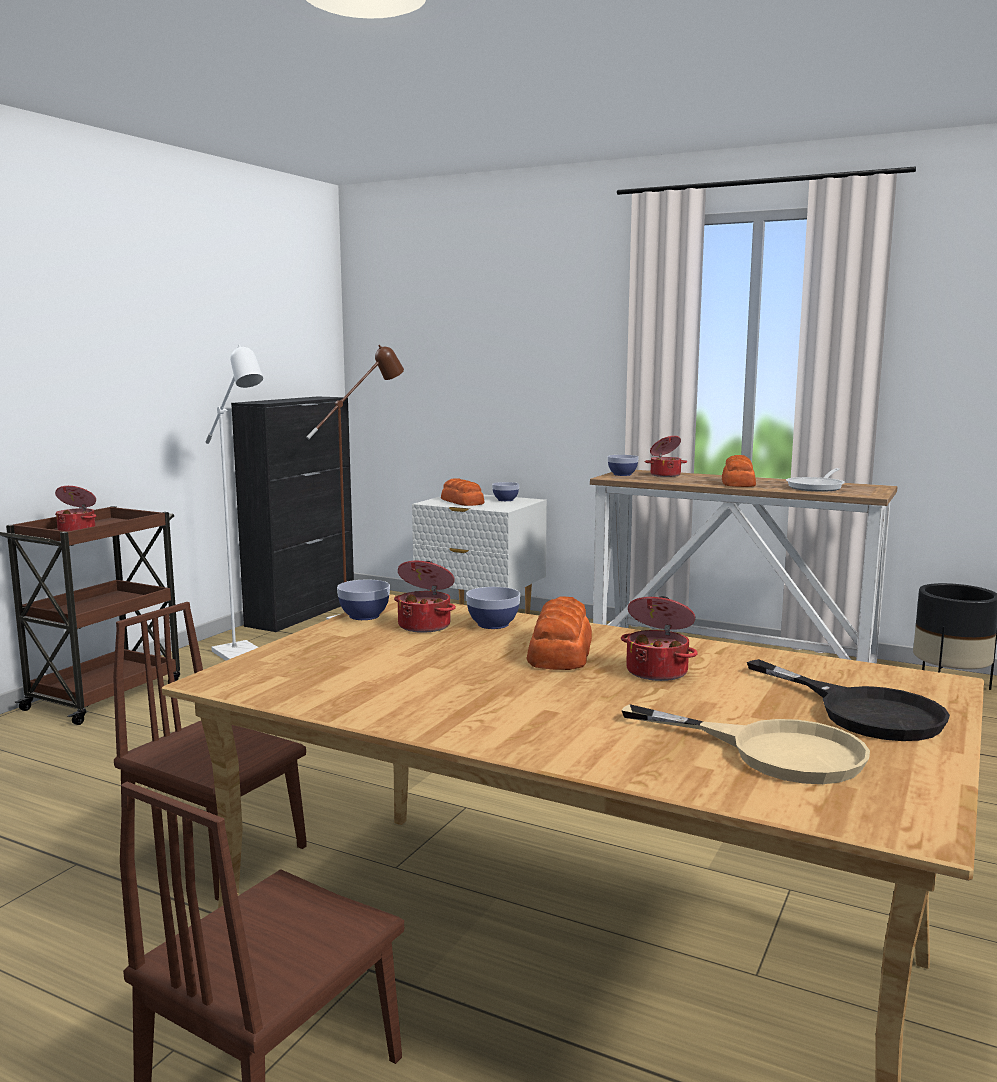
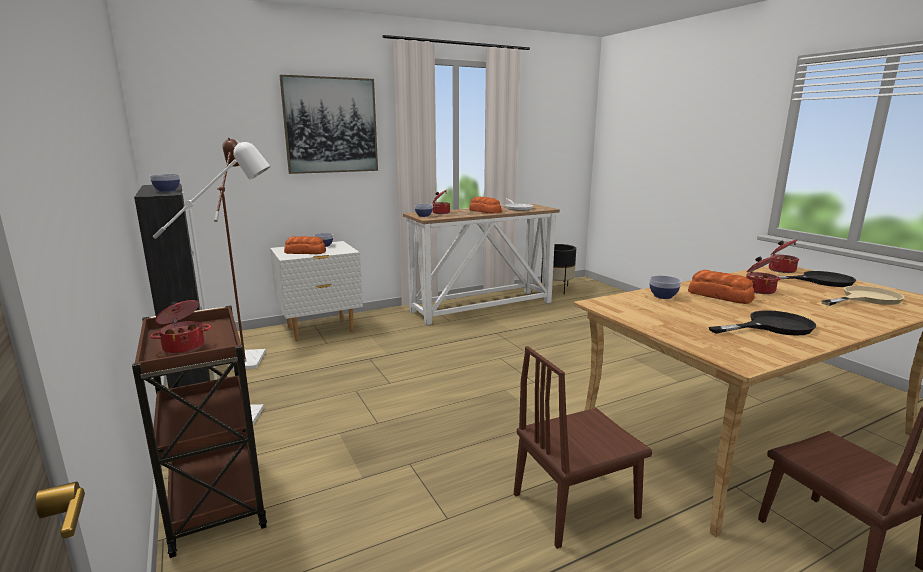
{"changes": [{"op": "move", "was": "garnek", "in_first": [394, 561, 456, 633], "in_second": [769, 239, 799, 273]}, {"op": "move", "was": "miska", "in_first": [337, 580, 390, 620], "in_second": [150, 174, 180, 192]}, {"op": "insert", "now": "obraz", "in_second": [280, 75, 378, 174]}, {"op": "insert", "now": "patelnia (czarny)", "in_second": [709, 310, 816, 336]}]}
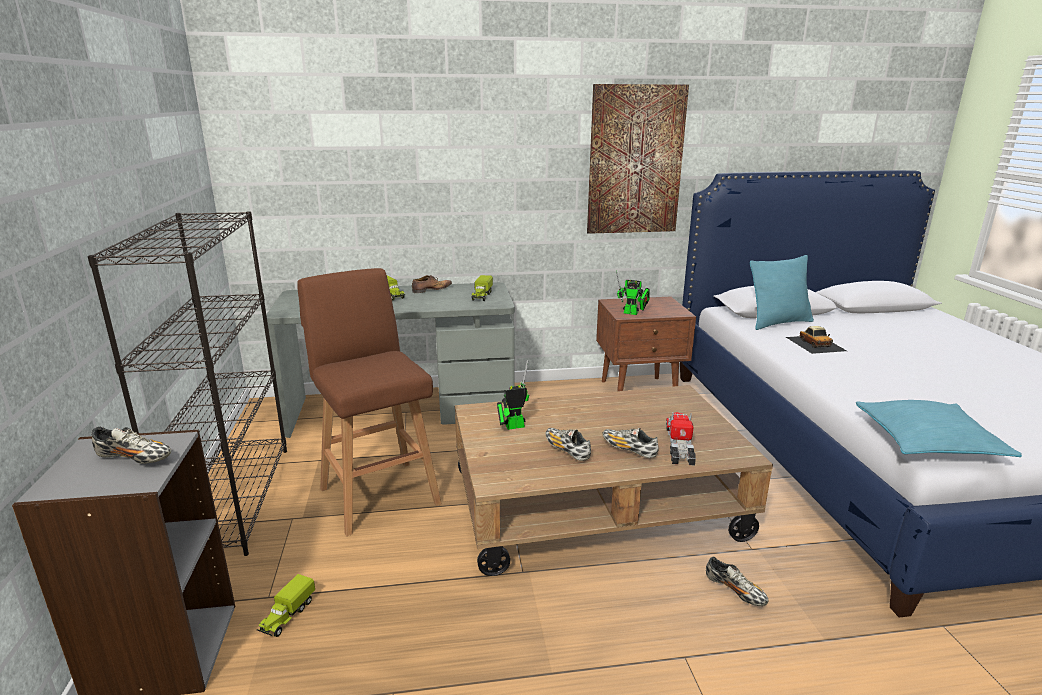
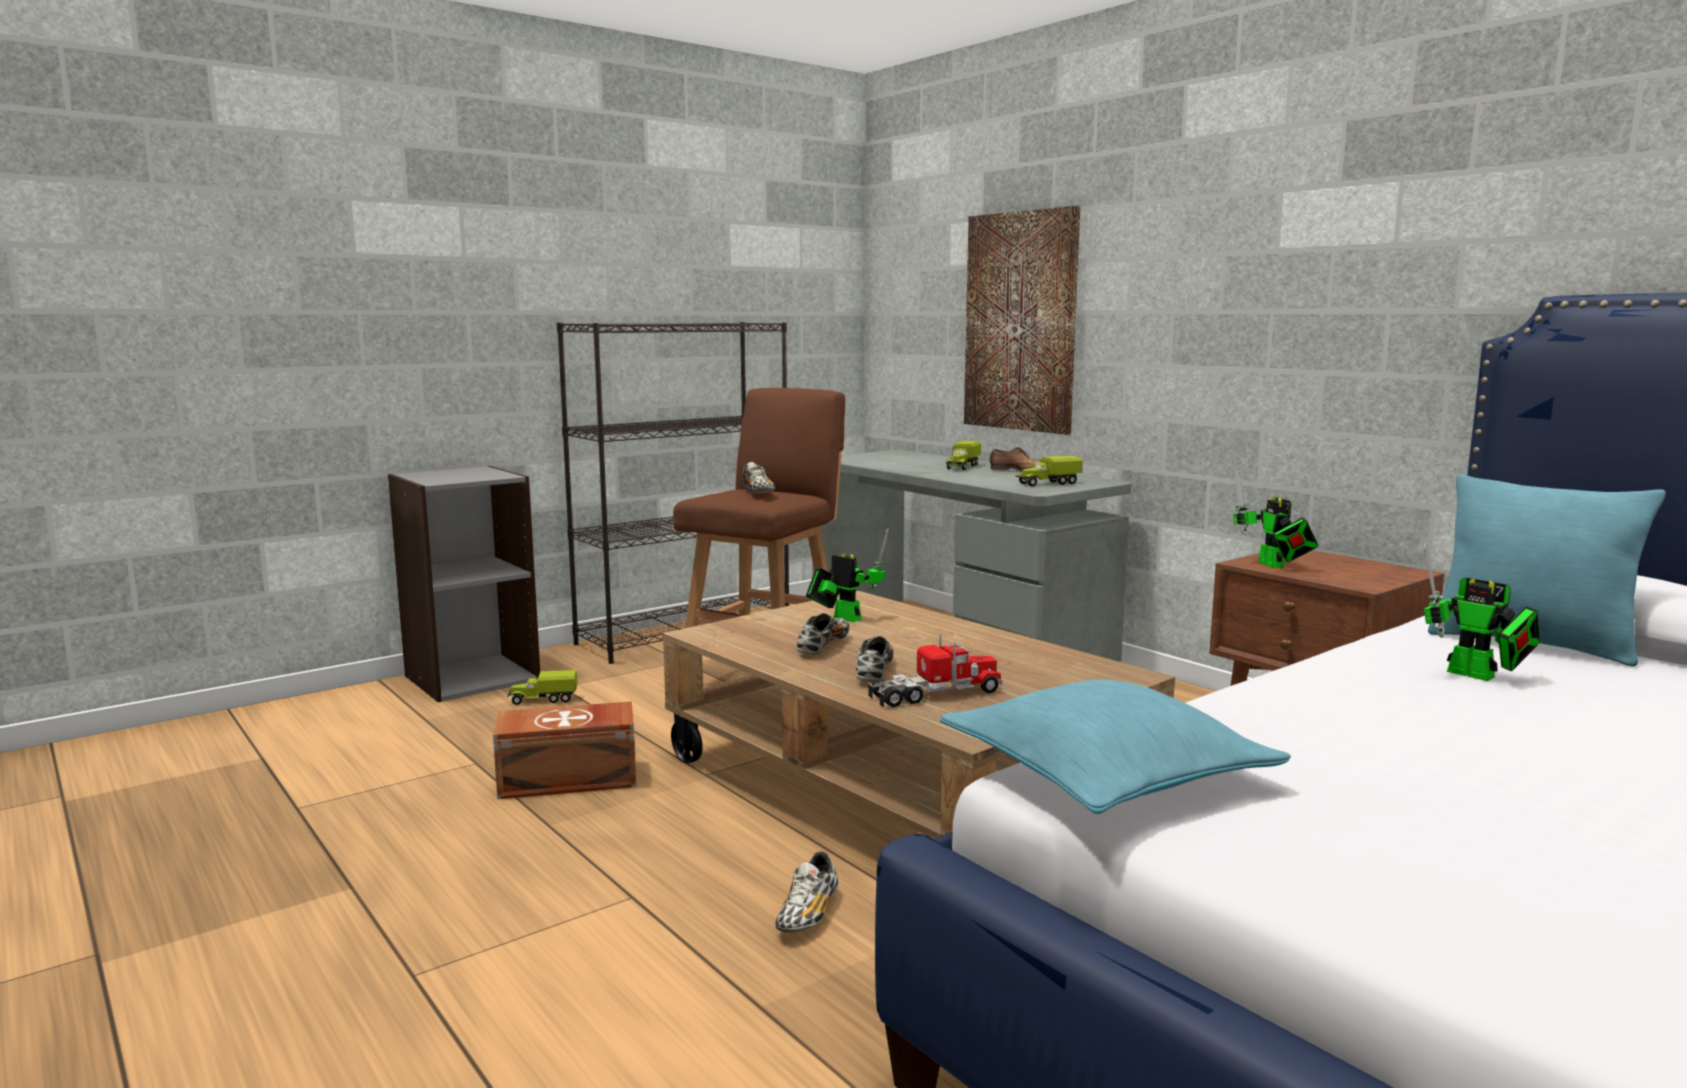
{"changes": [{"op": "move", "was": "obraz", "in_first": [587, 84, 689, 234], "in_second": [964, 206, 1080, 435]}, {"op": "replace", "was": "samochodzik", "now": "robot zabawkowy", "in_first": [786, 326, 847, 354], "in_second": [1424, 542, 1540, 681]}, {"op": "move", "was": "but", "in_first": [92, 426, 171, 464], "in_second": [742, 462, 775, 493]}, {"op": "insert", "now": "pojemnik do przechowywania (brązowy)", "in_second": [493, 701, 636, 799]}]}
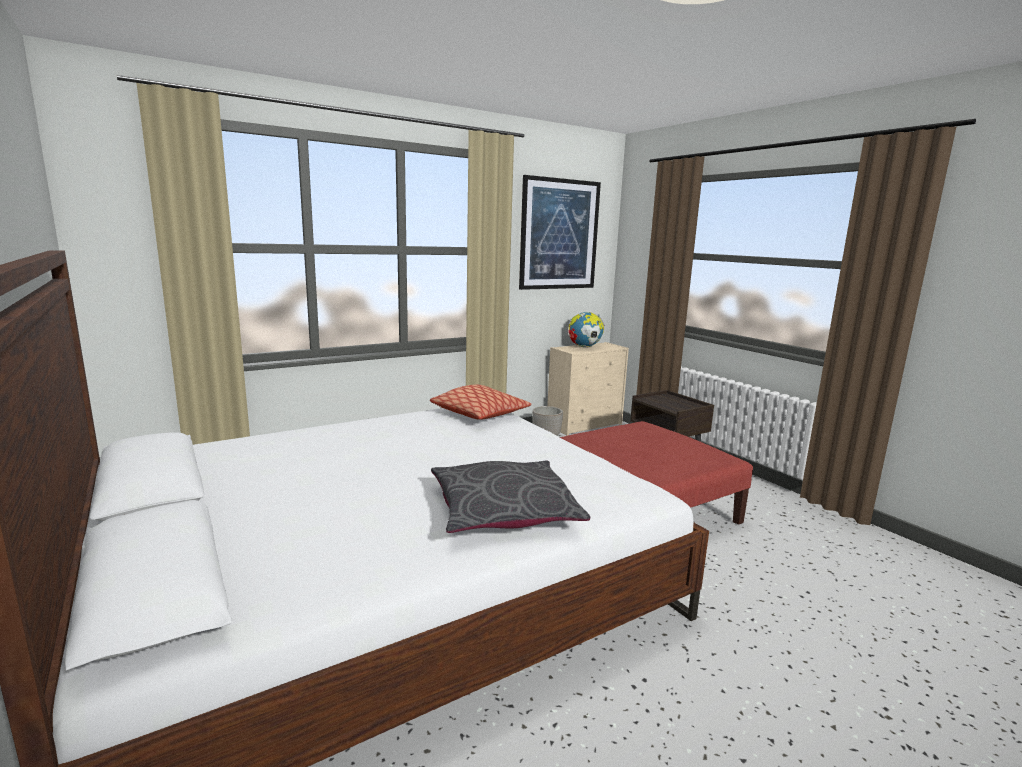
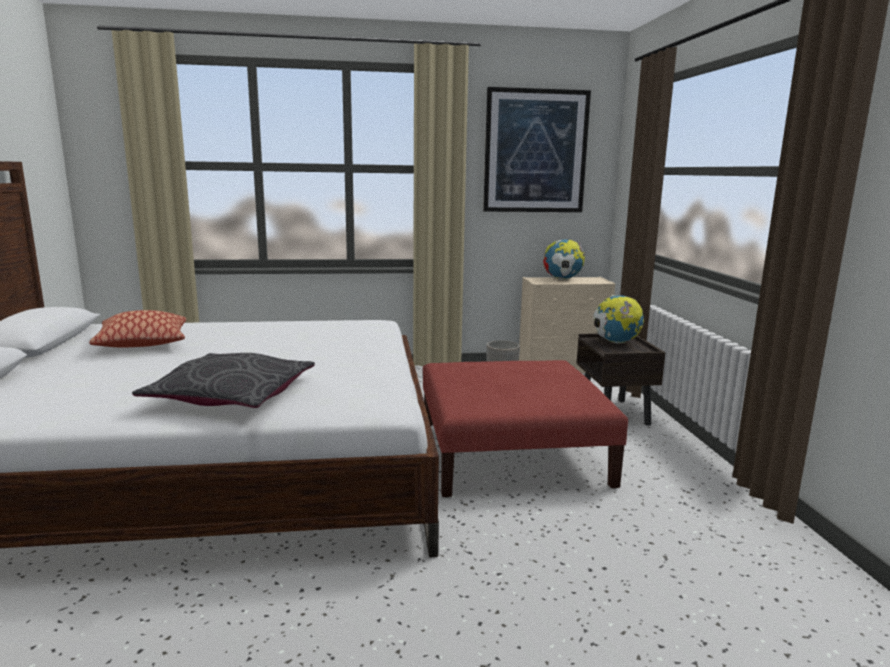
{"changes": [{"op": "move", "was": "poduszka", "in_first": [430, 385, 531, 420], "in_second": [89, 310, 186, 347]}, {"op": "insert", "now": "globus", "in_second": [593, 295, 644, 344]}]}
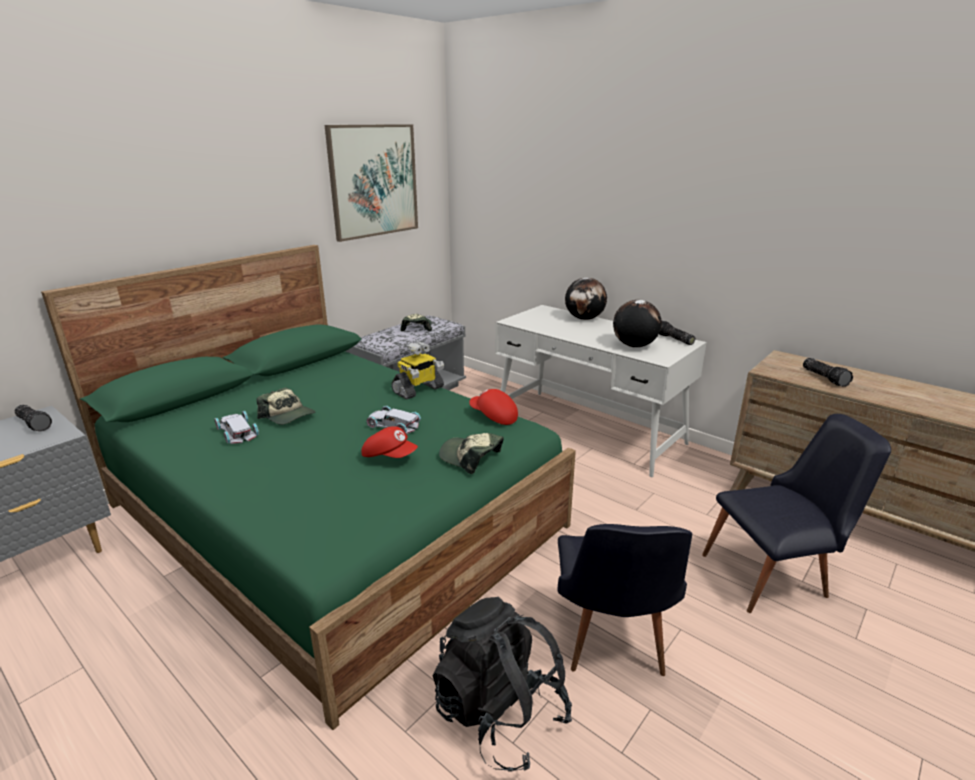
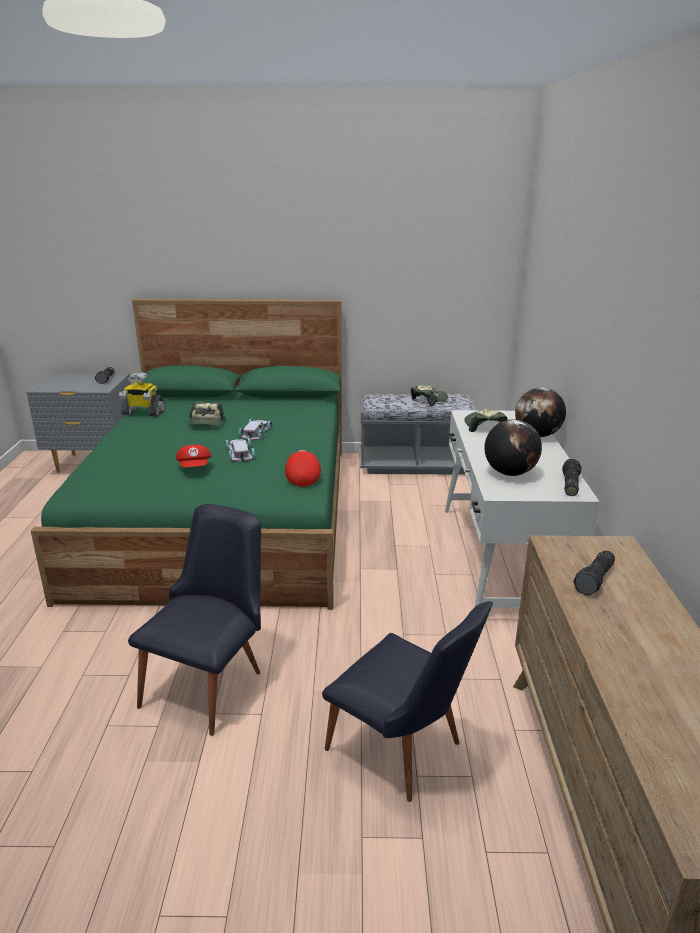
{"changes": [{"op": "delete", "was": "obraz", "in_first": [325, 124, 418, 242]}, {"op": "move", "was": "robot zabawkowy", "in_first": [391, 341, 444, 399], "in_second": [119, 372, 165, 416]}, {"op": "move", "was": "samochodzik (biały)", "in_first": [214, 411, 259, 444], "in_second": [239, 419, 273, 440]}, {"op": "move", "was": "czapka z daszkiem", "in_first": [439, 433, 504, 474], "in_second": [464, 409, 507, 432]}, {"op": "rotate", "was": "krzesło (czarny)", "in_first": [557, 524, 692, 676], "in_second": [128, 504, 261, 736], "clockwise": 150}, {"op": "delete", "was": "plecak (czarny)", "in_first": [433, 597, 572, 772]}]}
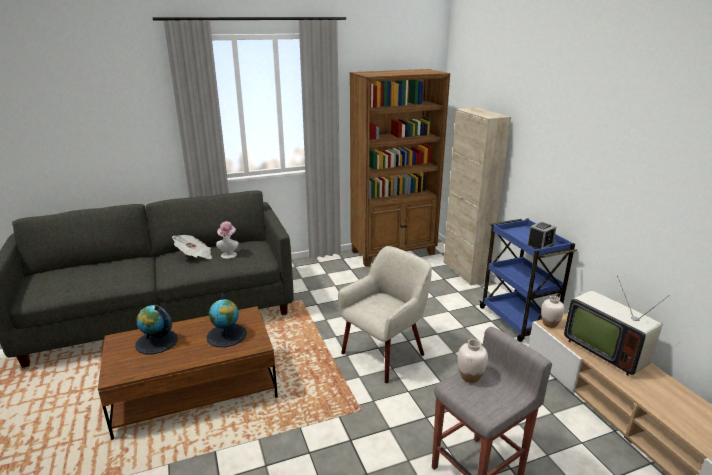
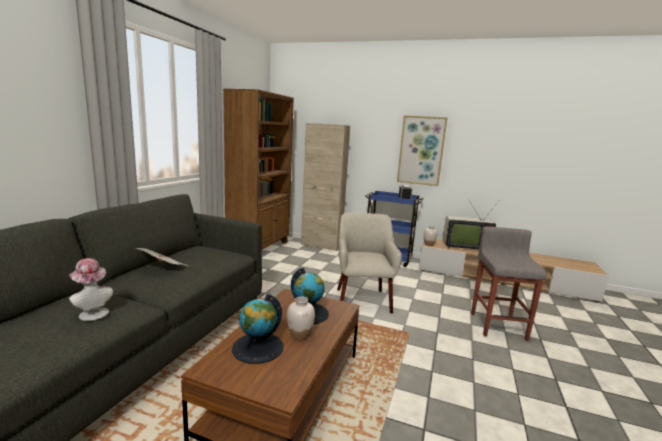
{"changes": [{"op": "move", "was": "kapelusz", "in_first": [216, 221, 239, 259], "in_second": [69, 258, 113, 321]}, {"op": "move", "was": "wazon (biały)", "in_first": [458, 339, 488, 383], "in_second": [287, 297, 315, 340]}, {"op": "insert", "now": "obraz", "in_second": [397, 115, 448, 186]}]}
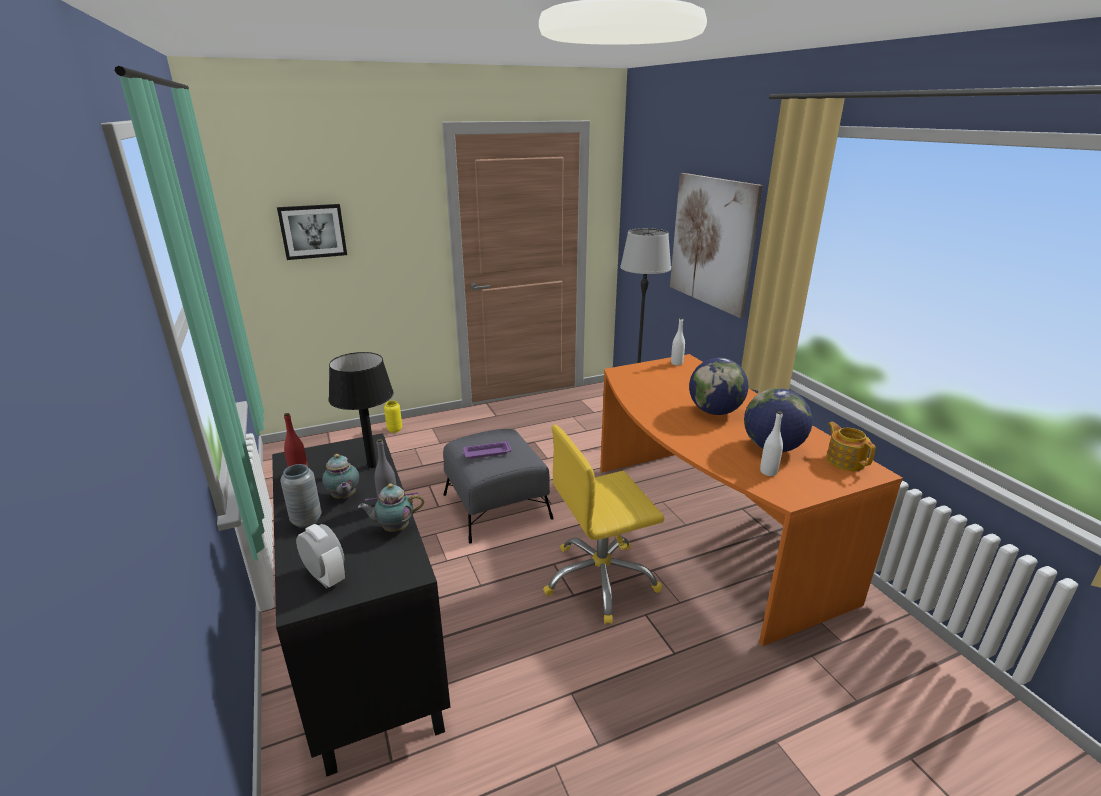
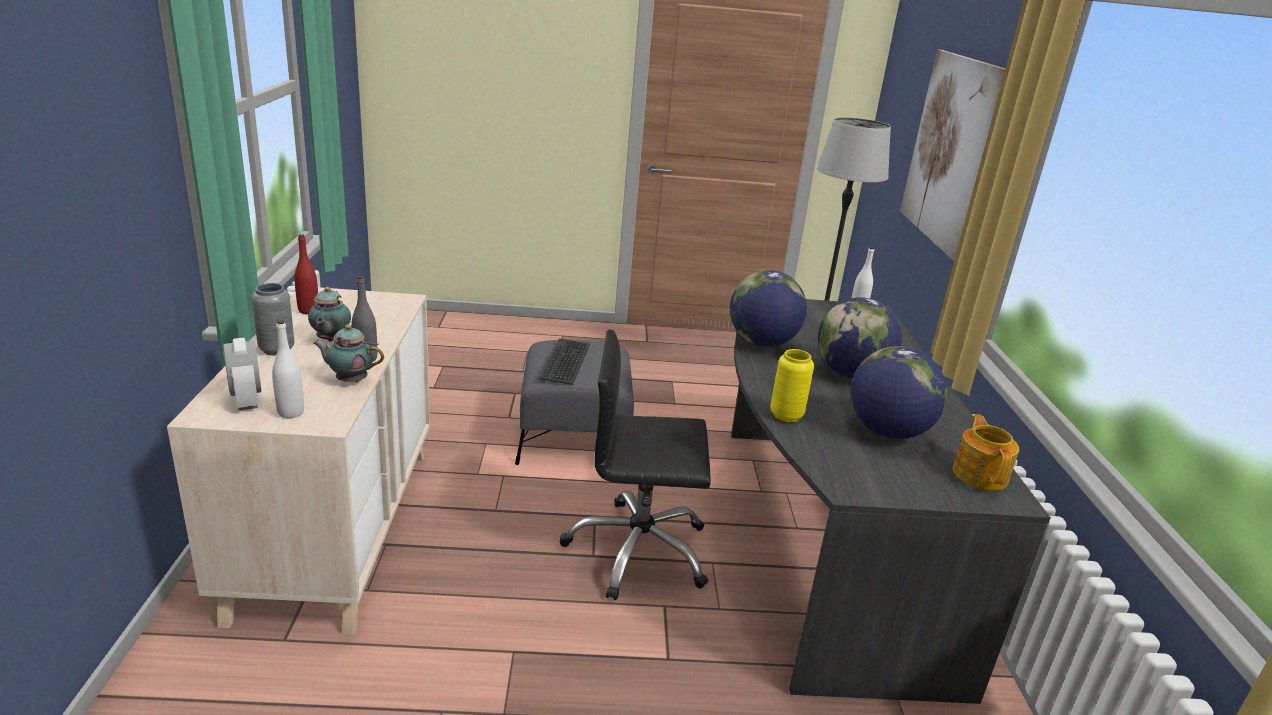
{"changes": [{"op": "delete", "was": "obraz", "in_first": [277, 204, 347, 260]}, {"op": "delete", "was": "lampa stołowa (czarny)", "in_first": [328, 352, 394, 468]}, {"op": "recolor", "was": "biurko (pomarańczowy)", "now": "biurko (szary)", "in_first": [600, 354, 903, 646], "in_second": [731, 299, 1051, 704]}, {"op": "move", "was": "wazon (żółty)", "in_first": [384, 401, 402, 433], "in_second": [770, 349, 814, 422]}, {"op": "move", "was": "butelka (biały)", "in_first": [760, 411, 783, 476], "in_second": [272, 320, 304, 418]}, {"op": "recolor", "was": "krzesło biurowe (żółty)", "now": "krzesło biurowe (czarny)", "in_first": [543, 425, 664, 624], "in_second": [560, 329, 711, 600]}, {"op": "recolor", "was": "komoda (czarny)", "now": "komoda (beżowy)", "in_first": [272, 433, 450, 777], "in_second": [167, 287, 430, 635]}, {"op": "replace", "was": "taca (fioletowy)", "now": "klawiatura", "in_first": [462, 441, 512, 459], "in_second": [539, 338, 590, 385]}, {"op": "insert", "now": "globus", "in_second": [730, 270, 807, 347]}]}
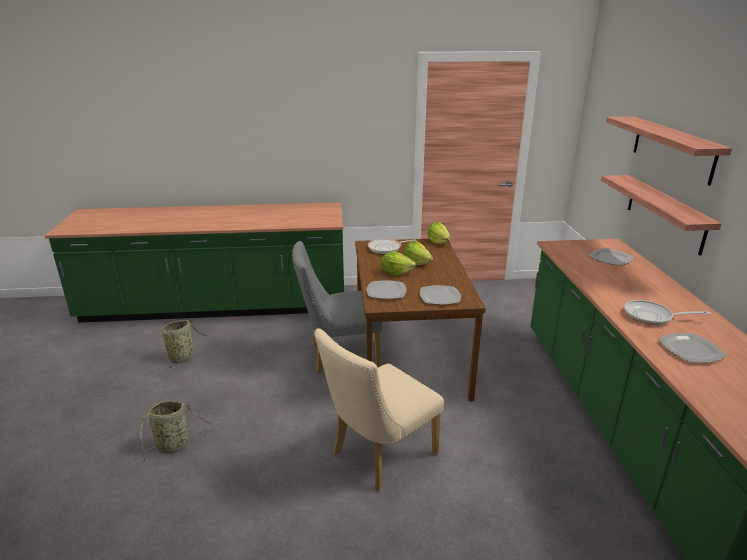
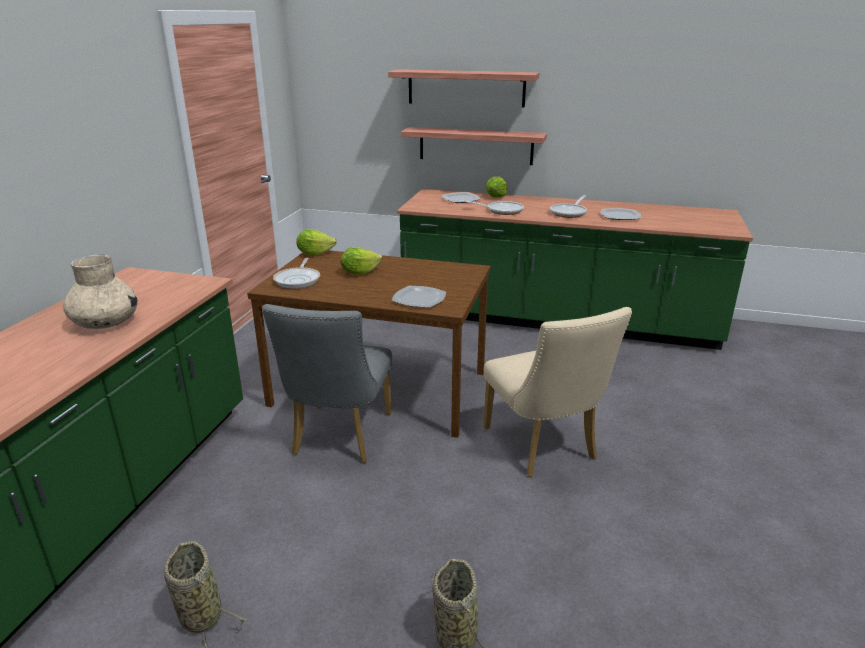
{"changes": [{"op": "move", "was": "sałata", "in_first": [381, 251, 416, 275], "in_second": [486, 176, 507, 198]}, {"op": "delete", "was": "talerz", "in_first": [420, 285, 461, 305]}, {"op": "insert", "now": "patelnia", "in_second": [461, 200, 524, 215]}, {"op": "insert", "now": "wazon (beżowy)", "in_second": [63, 254, 138, 329]}]}
